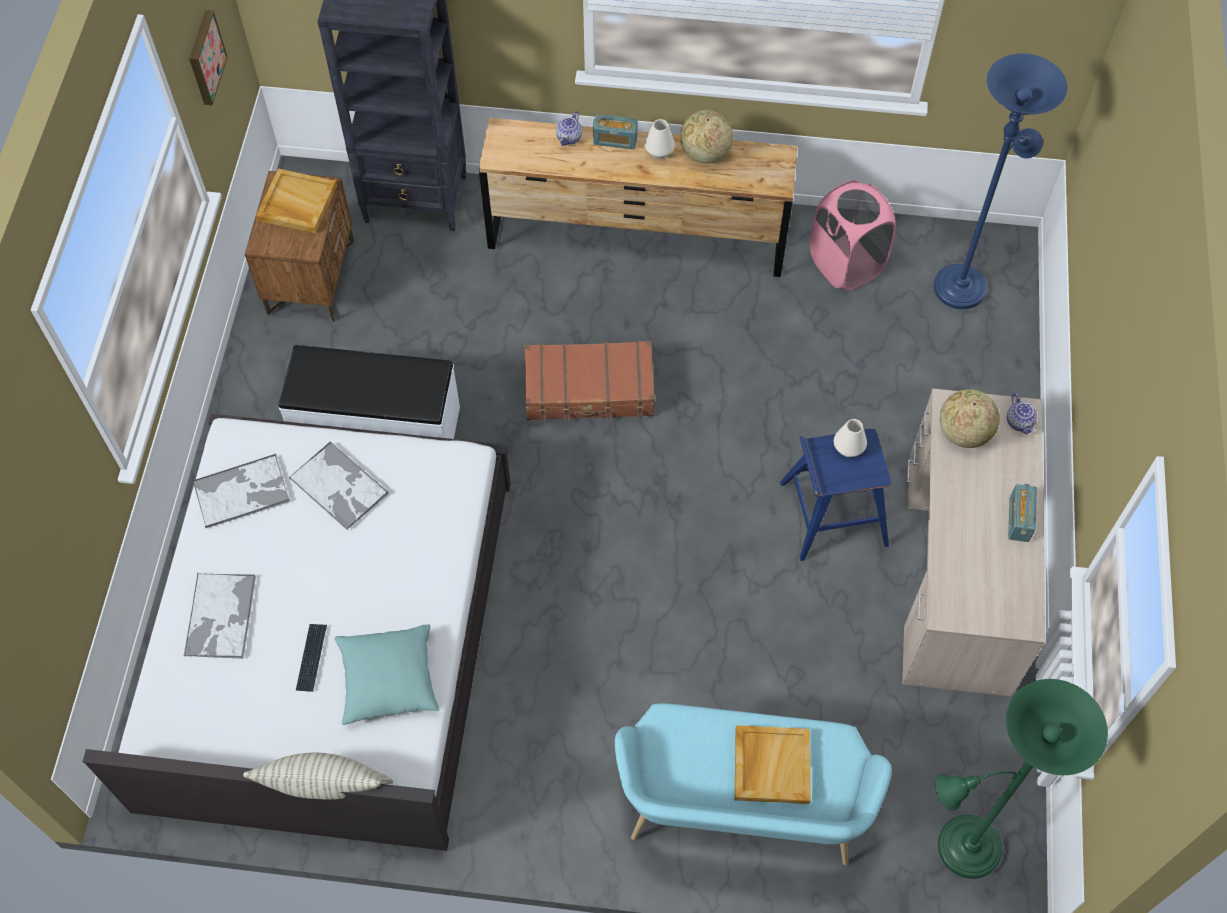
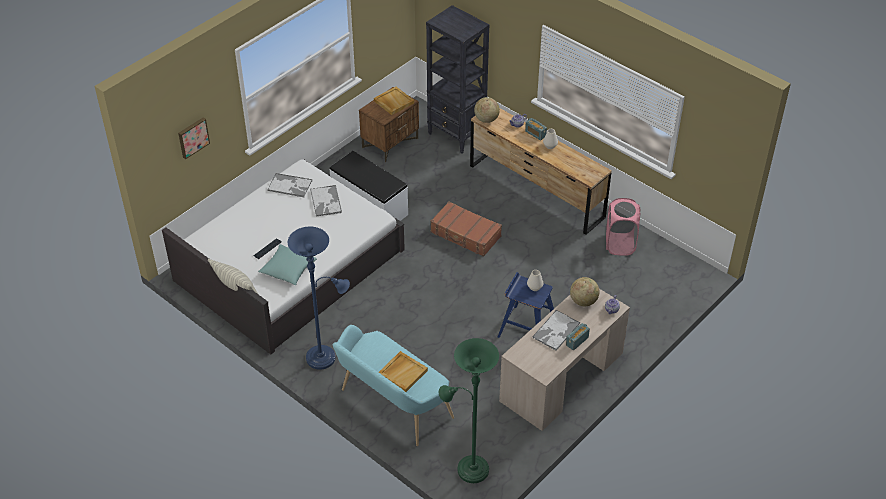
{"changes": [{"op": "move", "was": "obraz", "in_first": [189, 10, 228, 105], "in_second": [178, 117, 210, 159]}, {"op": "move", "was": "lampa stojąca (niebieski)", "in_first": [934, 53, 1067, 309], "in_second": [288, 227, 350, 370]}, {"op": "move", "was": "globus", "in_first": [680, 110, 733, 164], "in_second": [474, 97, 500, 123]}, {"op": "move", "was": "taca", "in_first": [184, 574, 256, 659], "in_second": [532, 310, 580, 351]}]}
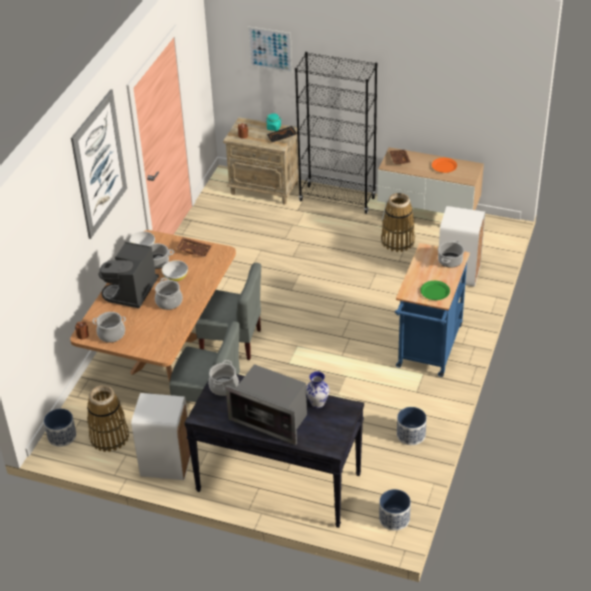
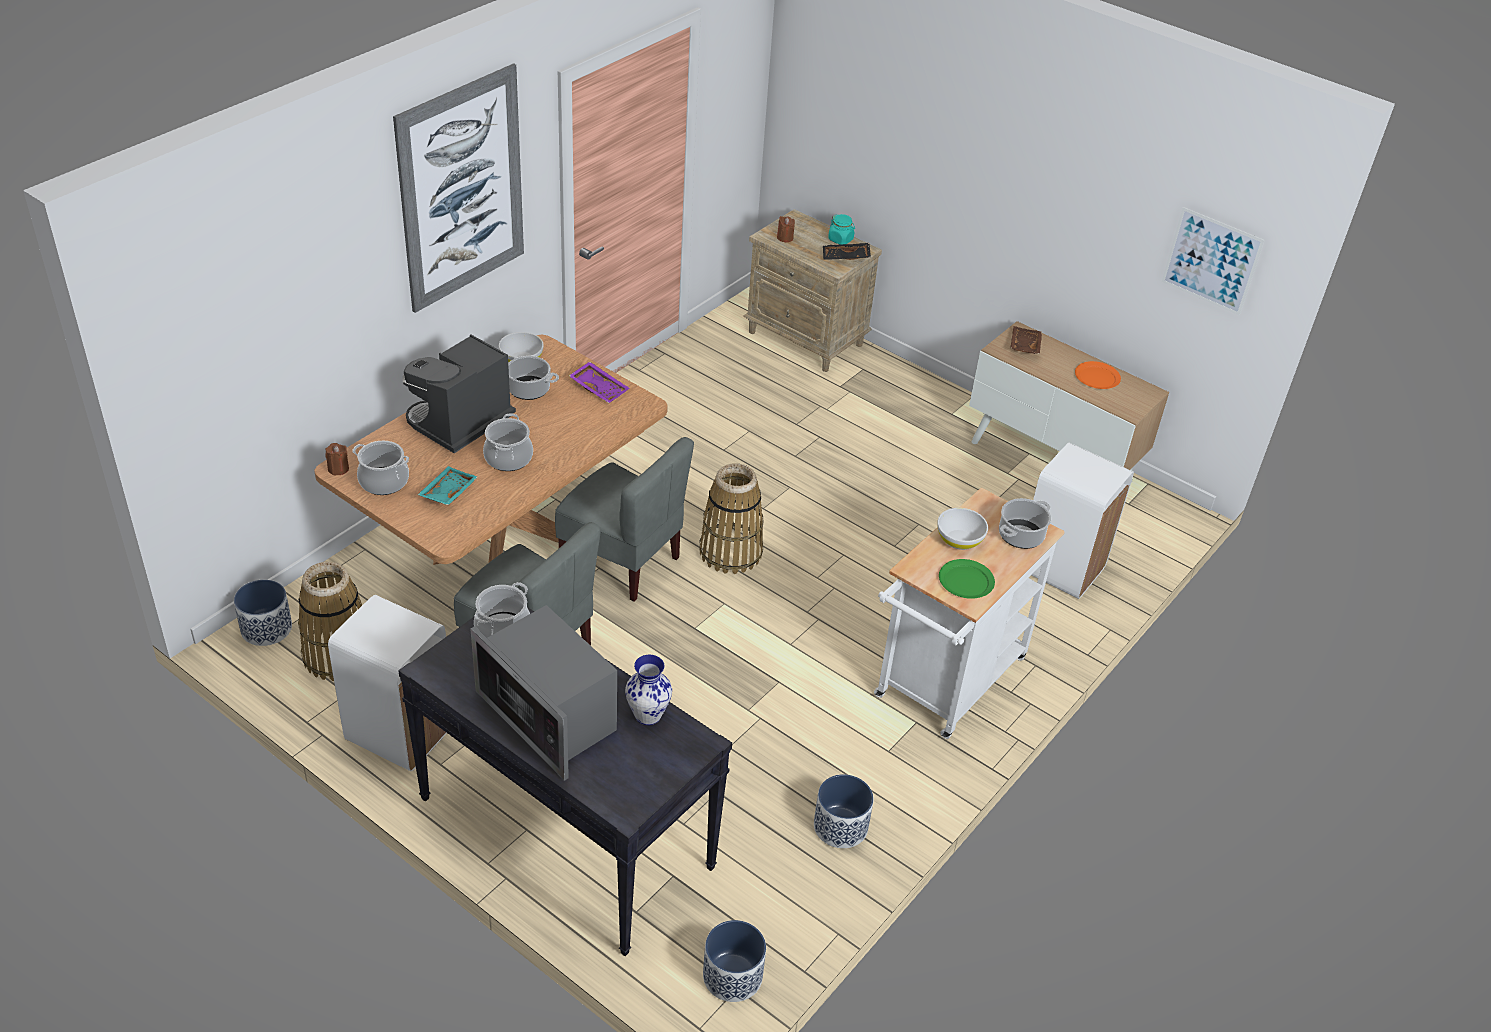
{"changes": [{"op": "move", "was": "obraz", "in_first": [248, 26, 292, 73], "in_second": [1162, 207, 1265, 315]}, {"op": "delete", "was": "regał (czarny)", "in_first": [295, 52, 377, 214]}, {"op": "move", "was": "koszyk", "in_first": [381, 193, 415, 252], "in_second": [699, 463, 763, 574]}, {"op": "recolor", "was": "taca (brązowy)", "now": "taca (fioletowy)", "in_first": [176, 238, 211, 257], "in_second": [569, 362, 630, 403]}, {"op": "recolor", "was": "wózek (niebieski)", "now": "wózek (biały)", "in_first": [395, 243, 470, 377], "in_second": [874, 487, 1065, 739]}, {"op": "move", "was": "miska (biały)", "in_first": [162, 260, 188, 282], "in_second": [937, 508, 988, 550]}, {"op": "insert", "now": "taca (turkusowy)", "in_second": [417, 466, 478, 505]}]}
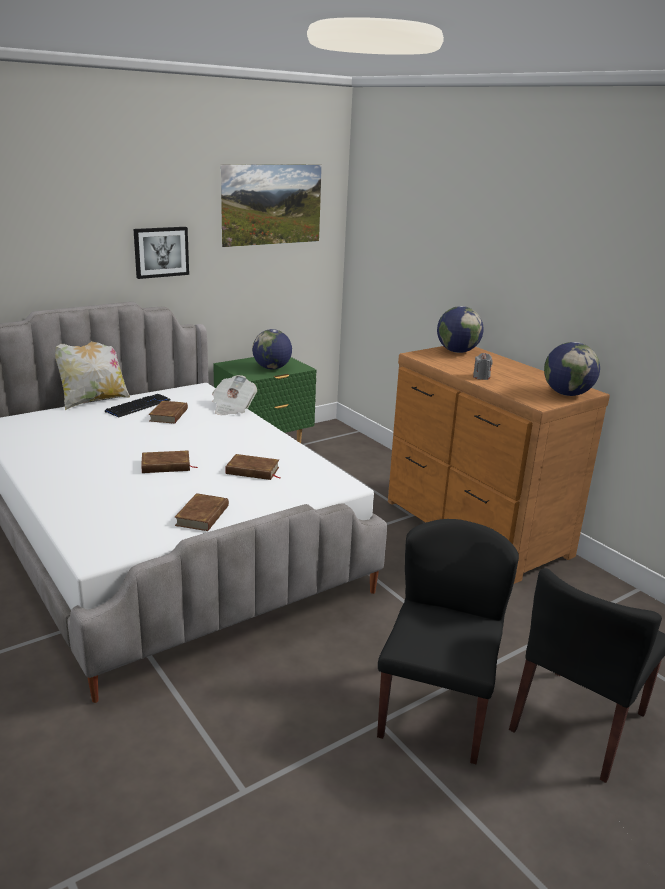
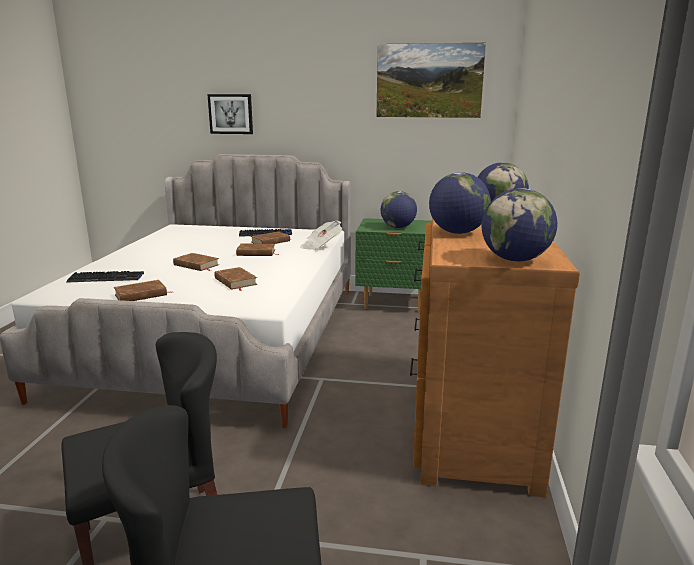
{"changes": [{"op": "move", "was": "obraz", "in_first": [133, 227, 189, 279], "in_second": [207, 94, 253, 134]}, {"op": "delete", "was": "poduszka", "in_first": [55, 341, 130, 410]}, {"op": "replace", "was": "świeca (szary)", "now": "globus", "in_first": [473, 353, 493, 380], "in_second": [429, 172, 491, 234]}, {"op": "insert", "now": "książka (brązowy)", "in_second": [236, 244, 279, 256]}, {"op": "insert", "now": "klawiatura", "in_second": [66, 271, 144, 283]}]}
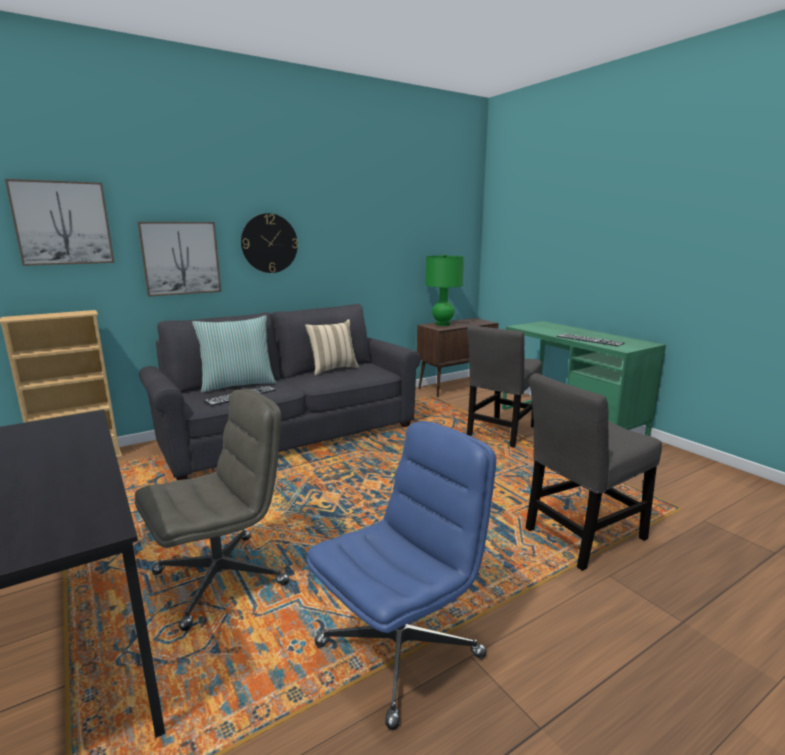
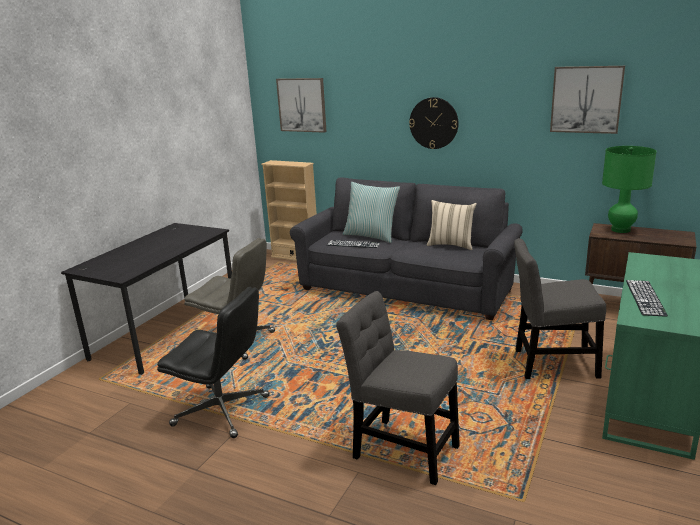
{"changes": [{"op": "move", "was": "obraz", "in_first": [137, 222, 221, 297], "in_second": [550, 66, 625, 134]}, {"op": "recolor", "was": "krzesło biurowe (niebieski)", "now": "krzesło biurowe (czarny)", "in_first": [307, 421, 496, 730], "in_second": [157, 287, 269, 438]}]}
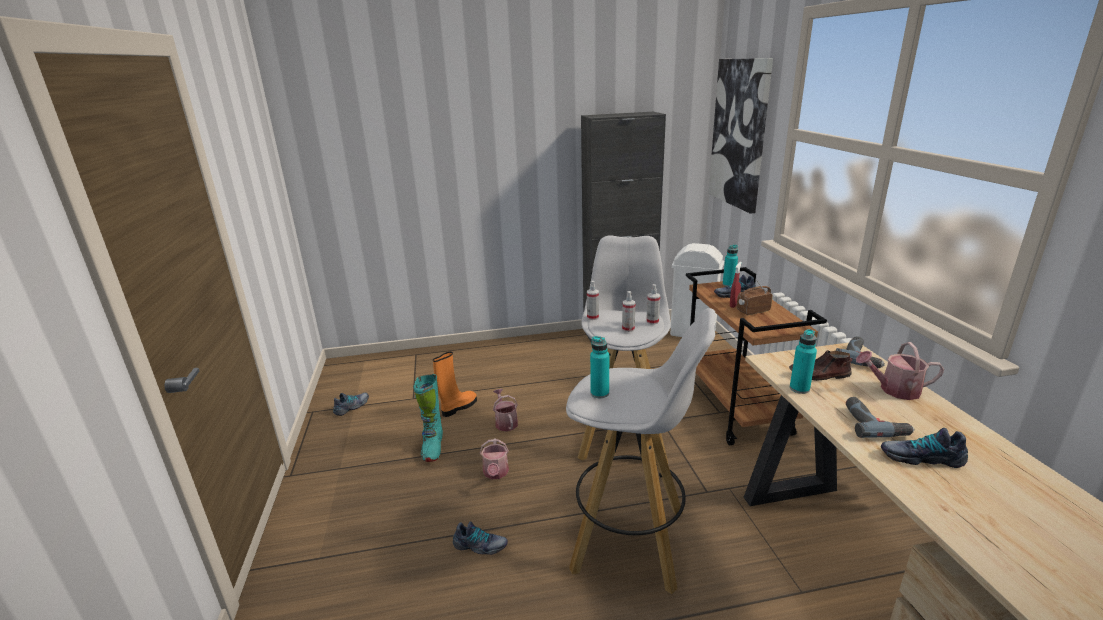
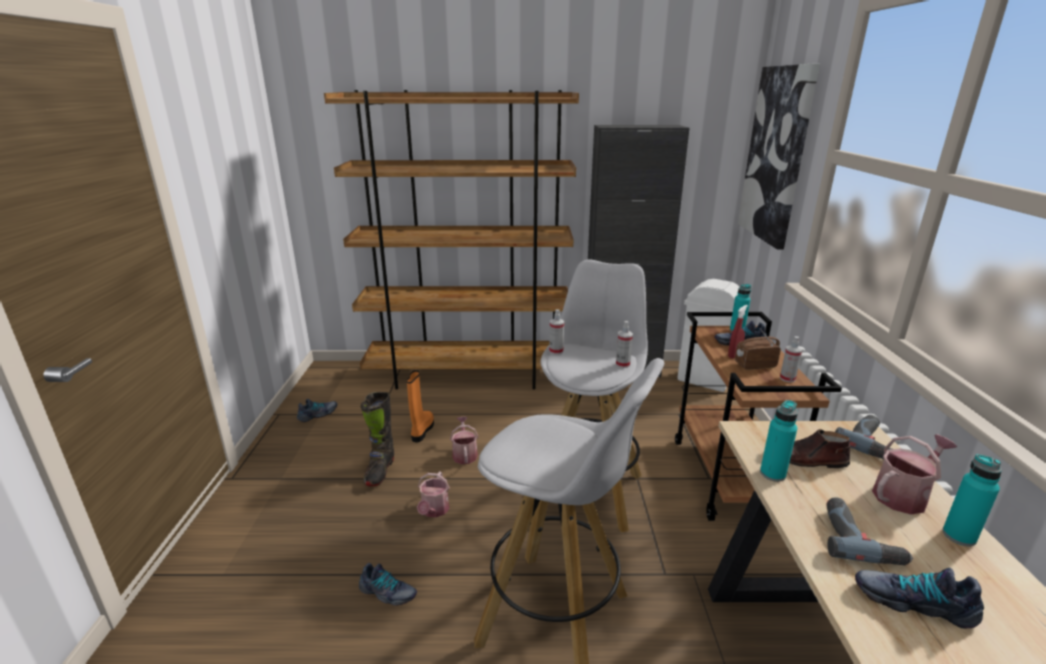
{"changes": [{"op": "move", "was": "spryskiwacz", "in_first": [622, 291, 635, 332], "in_second": [780, 336, 802, 382]}, {"op": "move", "was": "butelka (turkusowy)", "in_first": [590, 336, 609, 398], "in_second": [942, 454, 1002, 546]}, {"op": "rotate", "was": "konewka", "in_first": [856, 342, 944, 400], "in_second": [872, 434, 957, 514], "clockwise": 135}, {"op": "rotate", "was": "but z cholewką (pomarańczowy)", "in_first": [433, 352, 477, 417], "in_second": [407, 370, 434, 442], "clockwise": -45}, {"op": "recolor", "was": "but z cholewką (turkusowy)", "now": "but z cholewką (czarny)", "in_first": [413, 374, 443, 462], "in_second": [361, 392, 394, 486]}, {"op": "insert", "now": "regał (brązowy)", "in_second": [324, 90, 579, 390]}]}
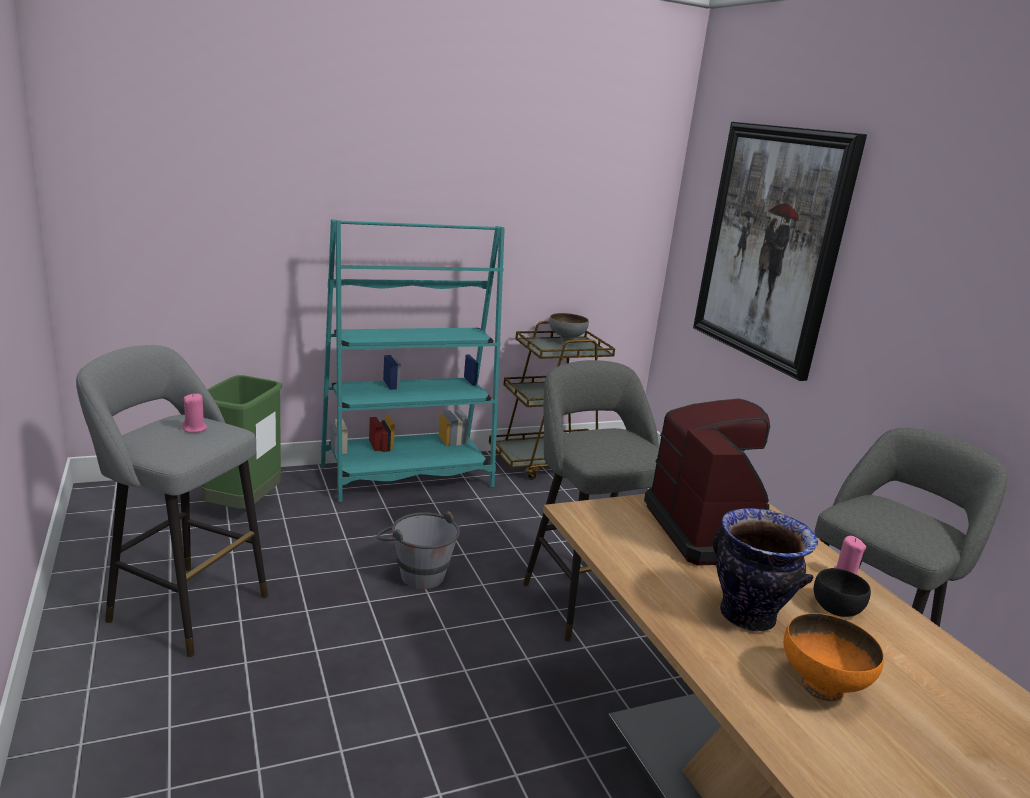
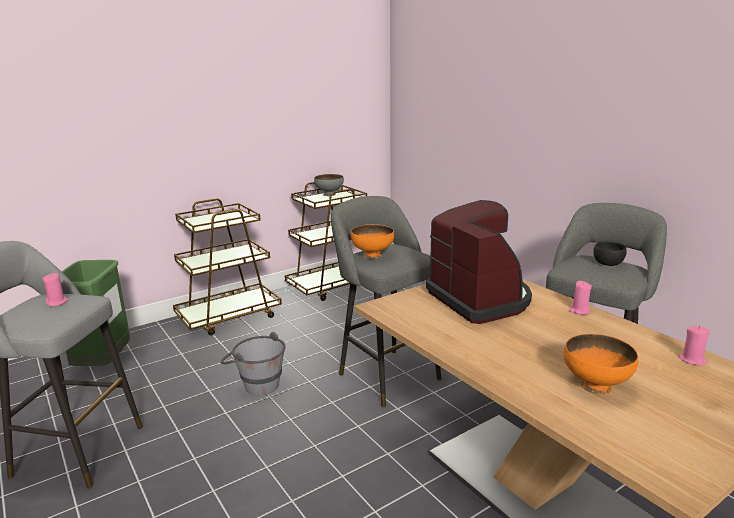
{"changes": [{"op": "delete", "was": "obraz", "in_first": [693, 122, 867, 381]}, {"op": "replace", "was": "regał (turkusowy)", "now": "wózek (brązowy)", "in_first": [321, 219, 505, 502], "in_second": [173, 198, 282, 335]}, {"op": "delete", "was": "wazon", "in_first": [713, 508, 818, 632]}, {"op": "move", "was": "miska (czarny)", "in_first": [814, 568, 871, 617], "in_second": [593, 242, 627, 266]}, {"op": "insert", "now": "miska (pomarańczowy)", "in_second": [351, 224, 394, 258]}, {"op": "insert", "now": "świeca (różowy)", "in_second": [679, 326, 709, 366]}]}
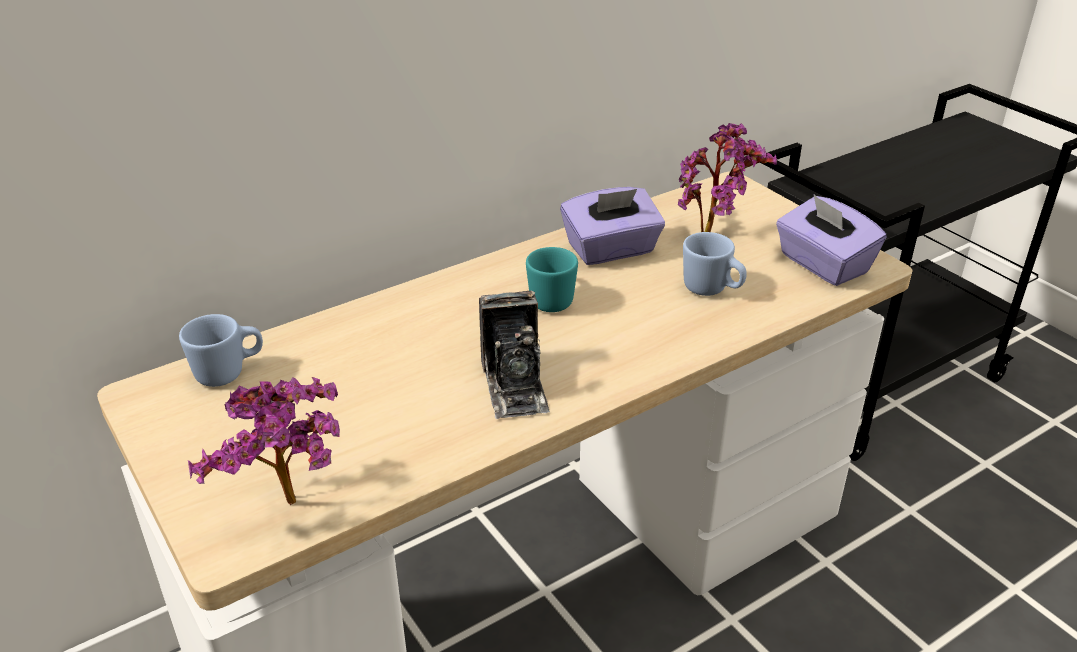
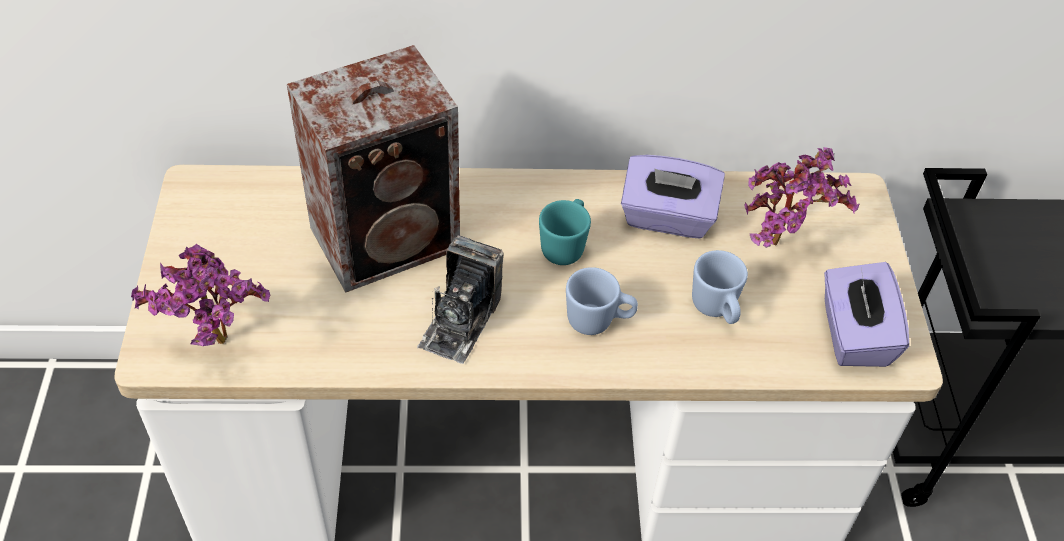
{"changes": [{"op": "move", "was": "kubek (niebieski)", "in_first": [179, 314, 263, 387], "in_second": [566, 267, 638, 335]}, {"op": "insert", "now": "głośnik", "in_second": [287, 45, 460, 293]}]}
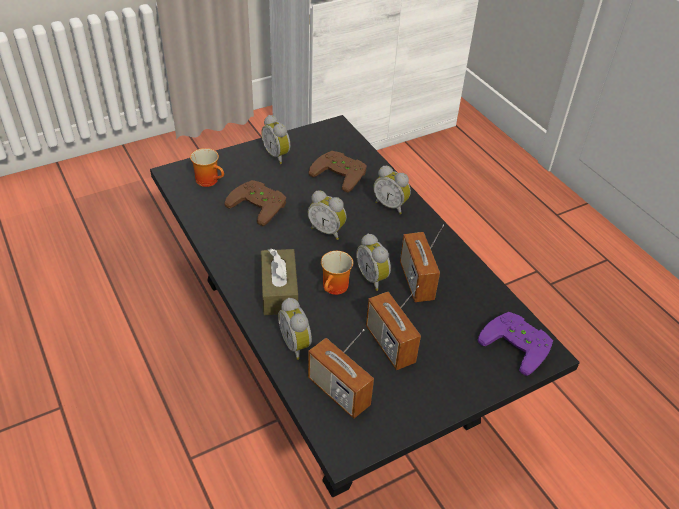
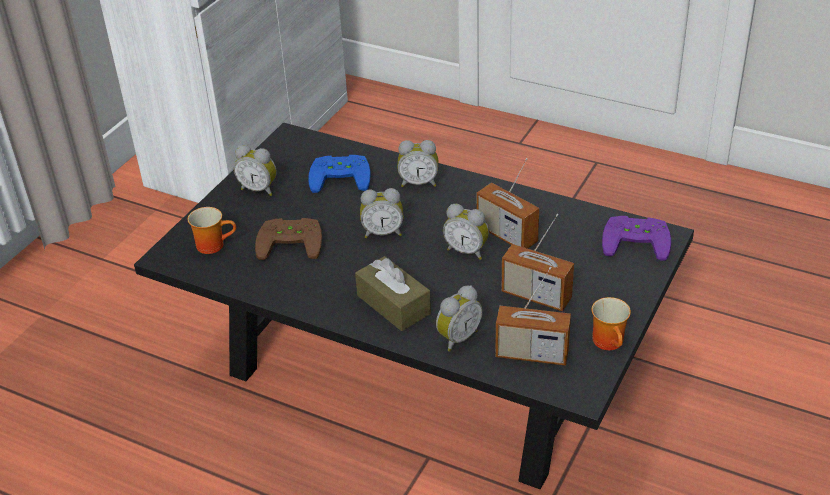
{"changes": [{"op": "recolor", "was": "pad do gier (brązowy)", "now": "pad do gier (niebieski)", "in_first": [308, 151, 367, 193], "in_second": [308, 155, 370, 193]}, {"op": "move", "was": "kubek", "in_first": [321, 251, 353, 295], "in_second": [592, 297, 631, 350]}, {"op": "rotate", "was": "budzik", "in_first": [278, 298, 312, 360], "in_second": [436, 285, 483, 352], "clockwise": -75}]}
